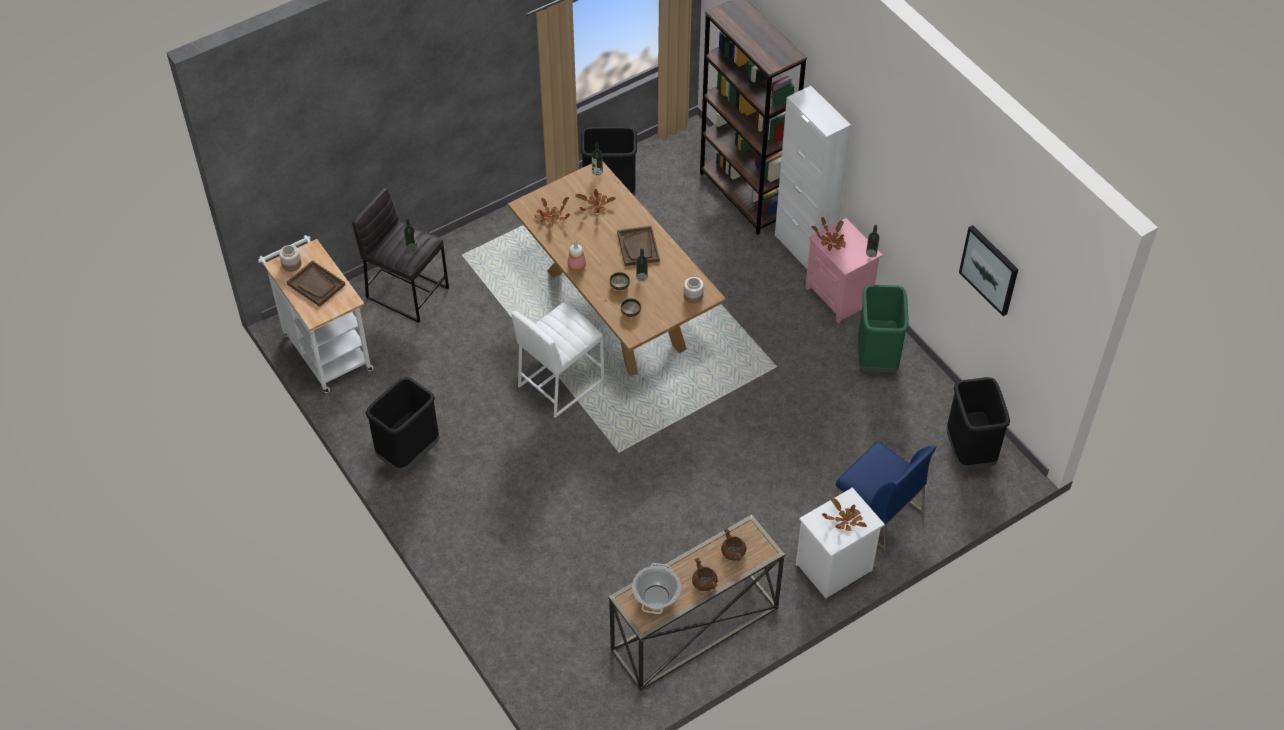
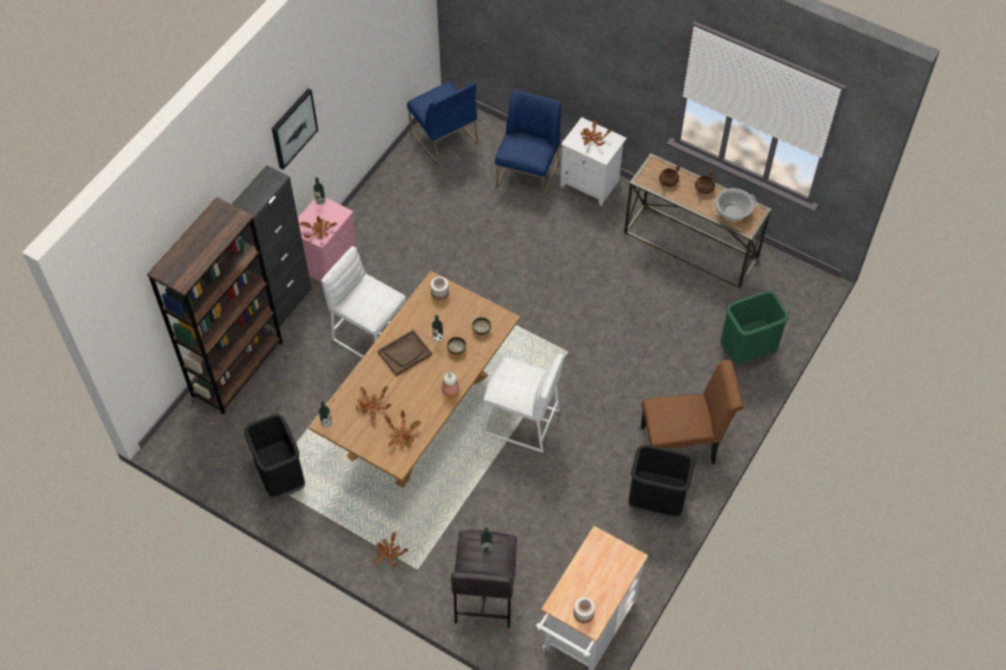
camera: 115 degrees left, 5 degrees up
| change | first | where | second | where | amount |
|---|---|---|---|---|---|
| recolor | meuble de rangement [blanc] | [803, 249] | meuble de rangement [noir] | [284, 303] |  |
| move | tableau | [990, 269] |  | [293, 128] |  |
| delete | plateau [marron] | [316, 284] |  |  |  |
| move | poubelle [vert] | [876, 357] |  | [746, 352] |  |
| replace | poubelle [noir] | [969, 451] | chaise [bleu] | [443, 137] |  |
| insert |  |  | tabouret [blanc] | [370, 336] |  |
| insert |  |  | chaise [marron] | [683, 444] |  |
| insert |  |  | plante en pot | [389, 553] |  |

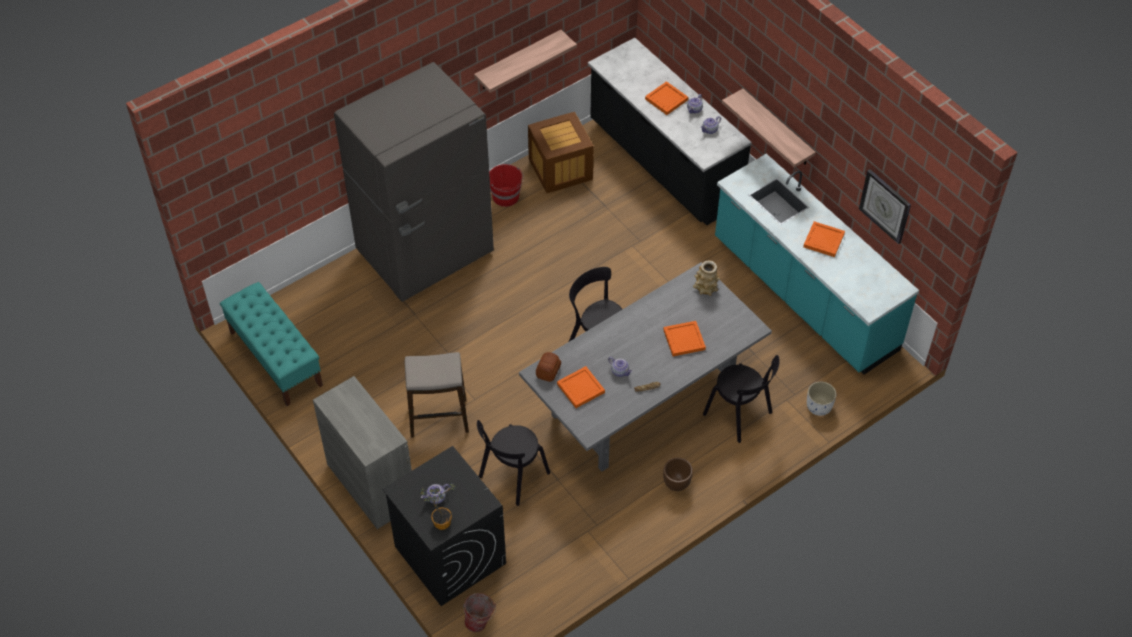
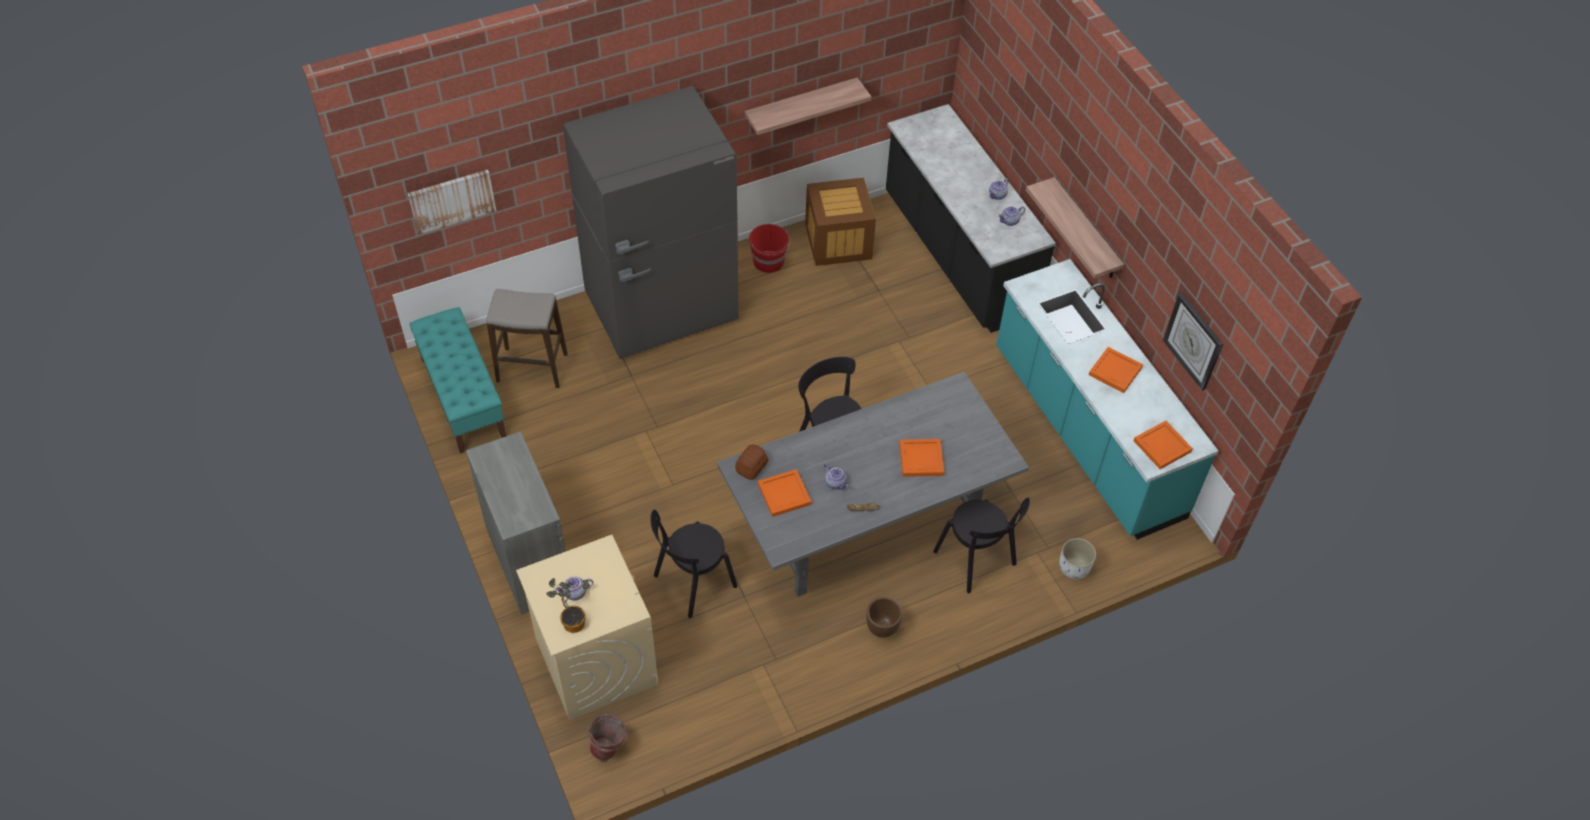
camera: 10 degrees right, 0 degrees up
| change | first | where | second | where | amount |
|---|---|---|---|---|---|
| move | plateau [orange] | [665, 99] |  | [1161, 446] |  |
| delete | vase | [706, 288] |  |  |  |
| move | tabouret | [438, 418] |  | [532, 368] |  |
| recolor | lave-linge [noir] | [449, 554] | lave-linge [beige] | [595, 661] |  |
| insert |  |  | tableau | [452, 200] |  |

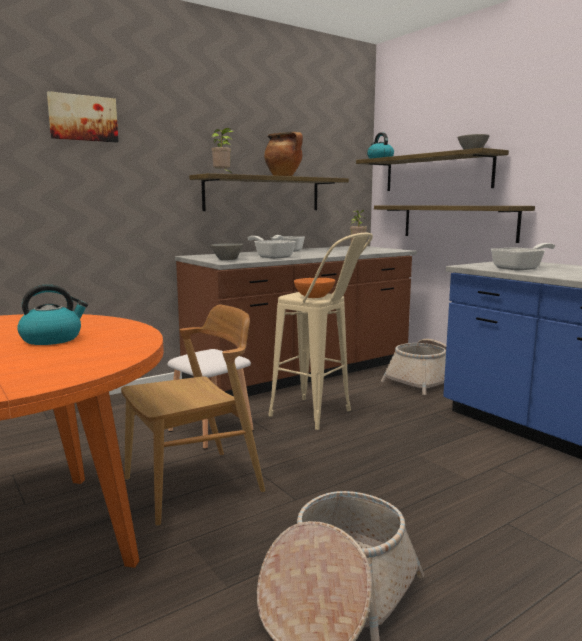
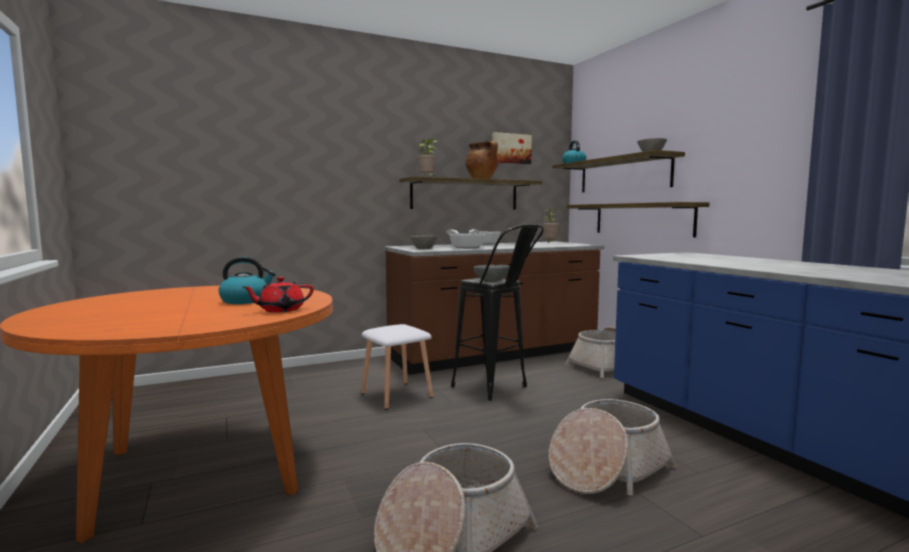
camera: 10 degrees right, 5 degrees down
| change | first | where | second | where | amount |
|---|---|---|---|---|---|
| move | tableau | [83, 118] |  | [510, 148] |  |
| recolor | tabouret [beige] | [321, 416] | tabouret [noir] | [497, 390] |  |
| delete | poêle | [521, 268] |  |  |  |
| recolor | bol [orange] | [314, 297] | bol [gris] | [491, 281] |  |
| delete | chaise [marron] | [194, 485] |  |  |  |
| insert |  |  | théière [rouge] | [280, 310] |  |
| insert |  |  | panier | [607, 469] |  |

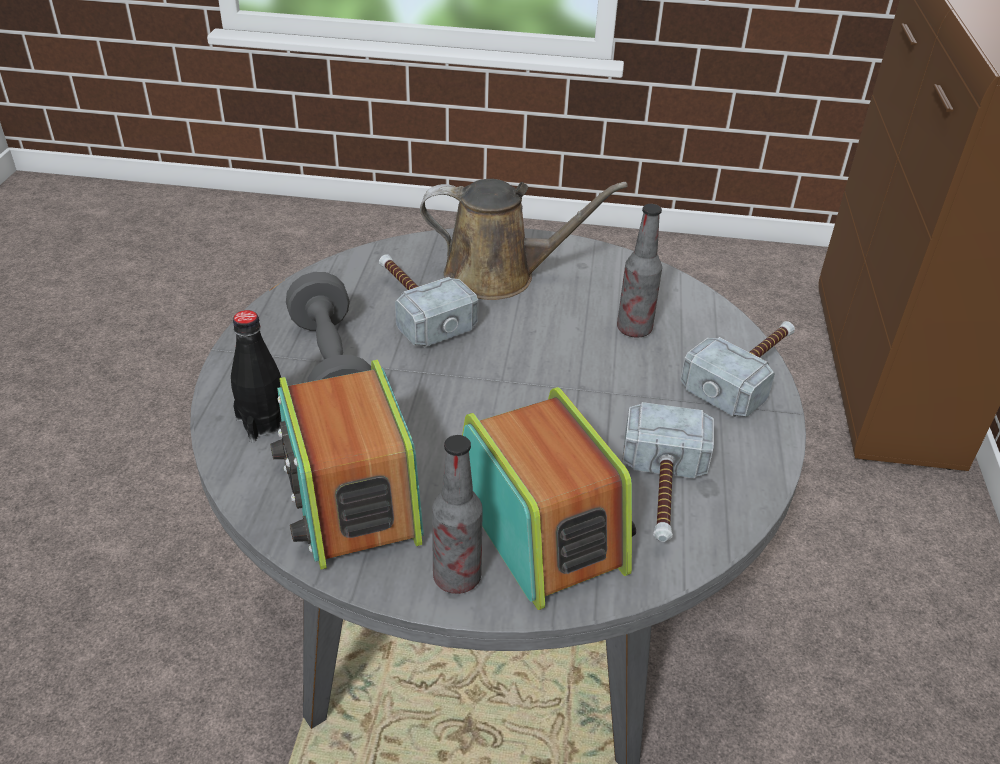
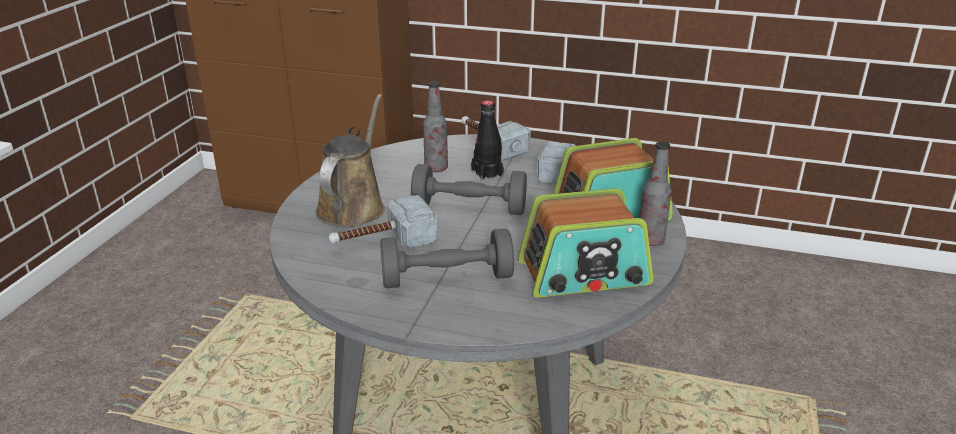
camera: 80 degrees left, 10 degrees down
| change | first | where | second | where | amount |
|---|---|---|---|---|---|
| move | bouteille [noir] | [263, 423] |  | [487, 173] |  |
| insert |  |  | haltère [gris] | [469, 208] |  |

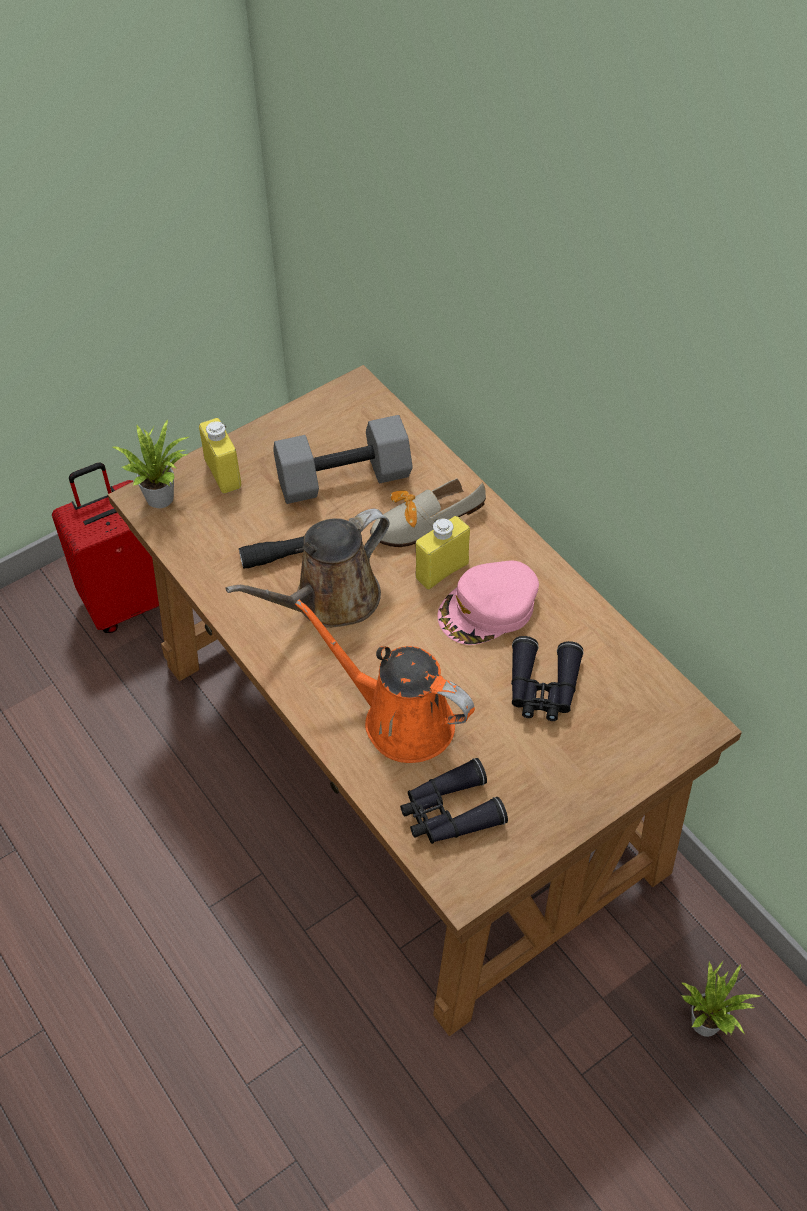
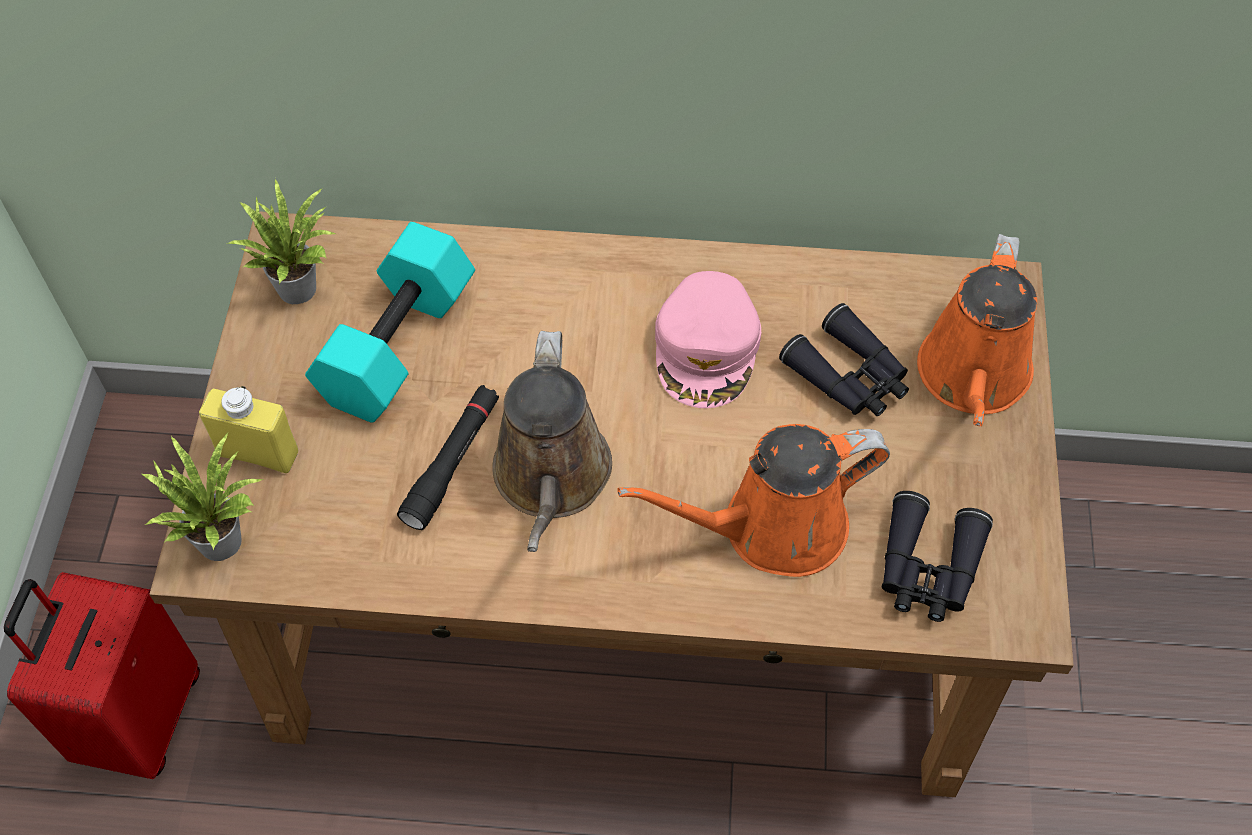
camera: 50 degrees left, 5 degrees up
| change | first | where | second | where | amount |
|---|---|---|---|---|---|
| recolor | haltère [gris] | [343, 480] | haltère [turquoise] | [399, 347] |  |
| delete | chaussure | [418, 523] |  |  |  |
| delete | bouteille [jaune] | [442, 571] |  |  |  |
| move | plante en pot | [708, 1021] |  | [298, 285] |  |
| insert |  |  | arrosoir [orange] | [973, 378] |  |

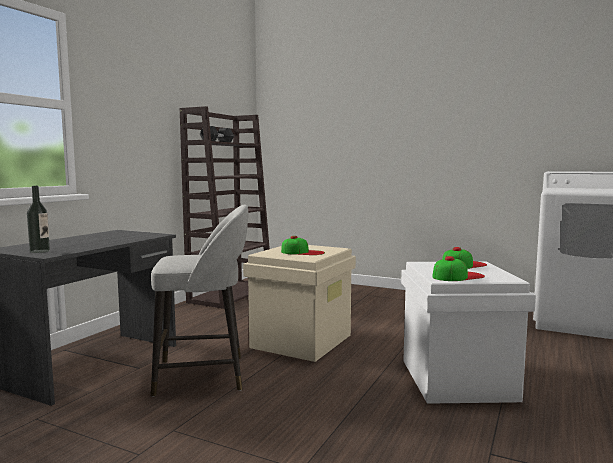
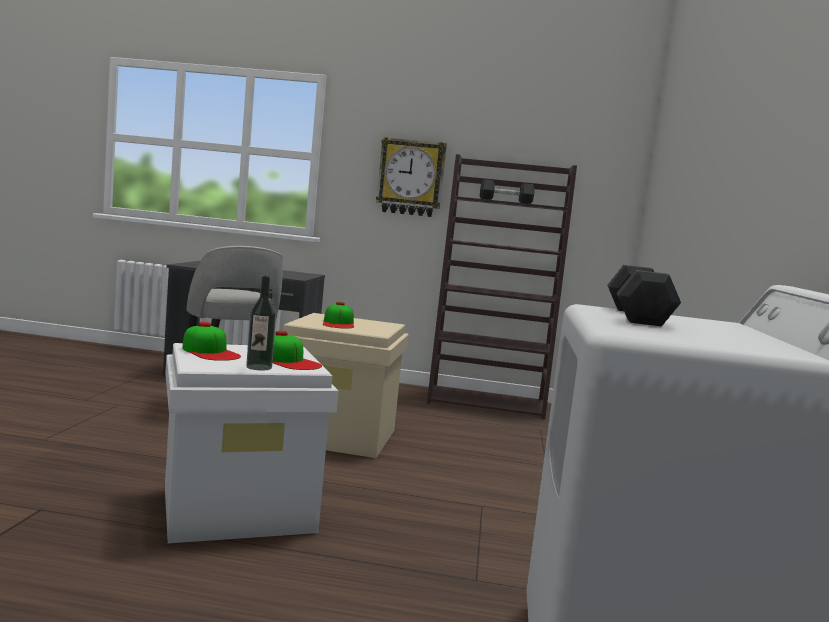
camera: 70 degrees right, 0 degrees up
| change | first | where | second | where | amount |
|---|---|---|---|---|---|
| move | bouteille | [39, 251] |  | [259, 367] |  |
| insert |  |  | horloge murale | [411, 178] |  |
| insert |  |  | haltère [noir] | [637, 316] |  |

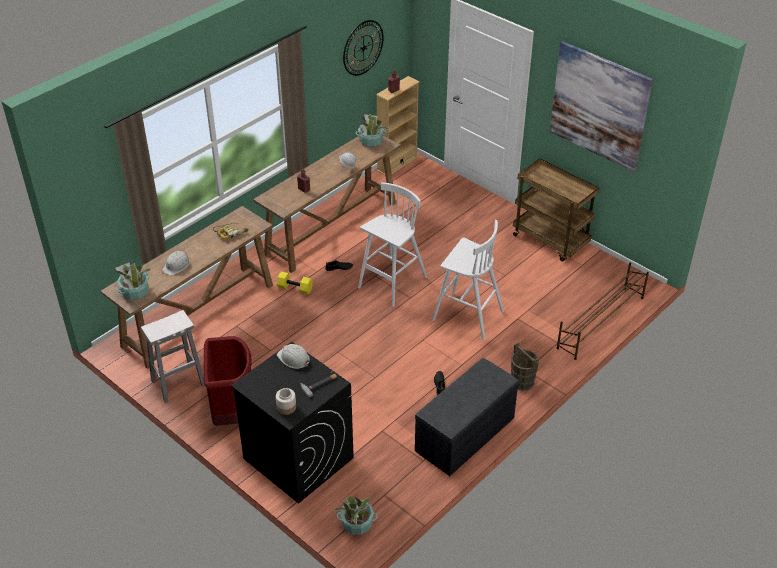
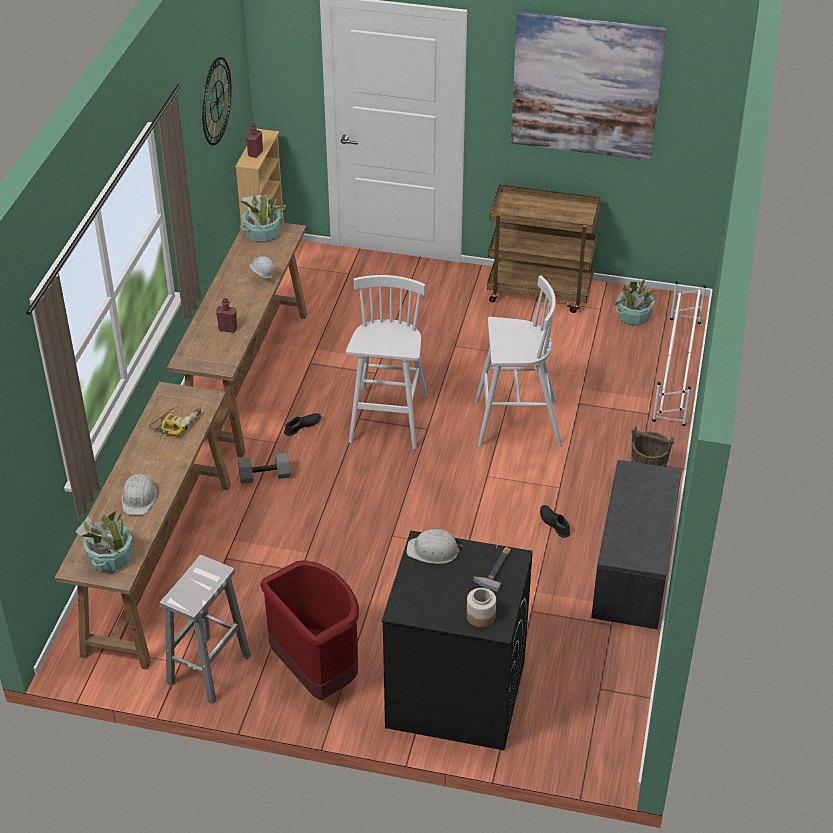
camera: 30 degrees left, 0 degrees up
| change | first | where | second | where | amount |
|---|---|---|---|---|---|
| recolor | étagère à chaussures [marron] | [600, 322] | étagère à chaussures [blanc] | [676, 370] |  |
| recolor | haltère [jaune] | [295, 288] | haltère [gris] | [265, 475] |  |
| move | plante en pot | [357, 524] |  | [634, 317] |  |

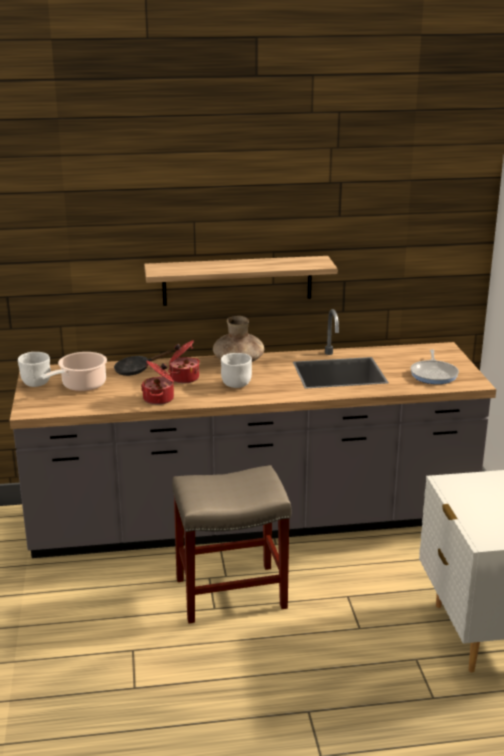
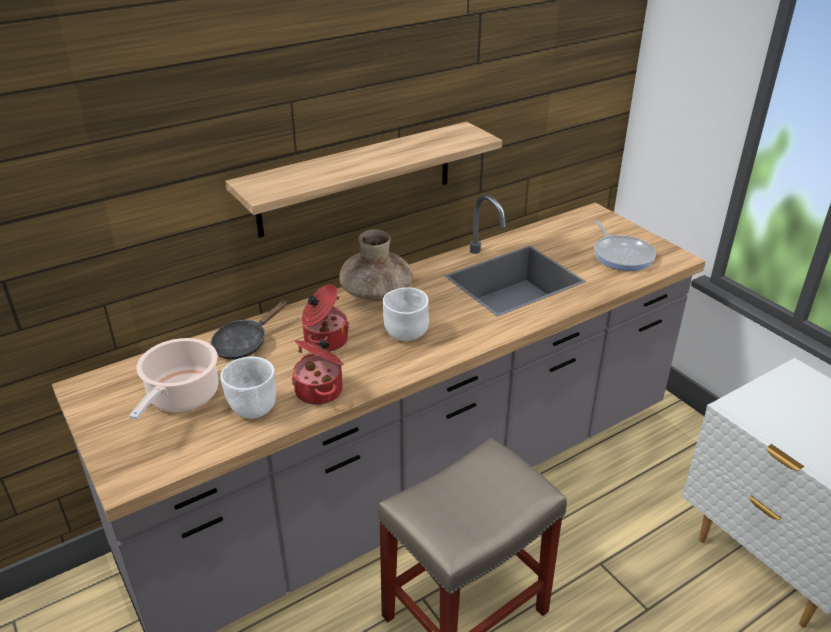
camera: 25 degrees left, 10 degrees up
| change | first | where | second | where | amount |
|---|---|---|---|---|---|
| move | bol [blanc] | [35, 383] |  | [252, 409] |  |

